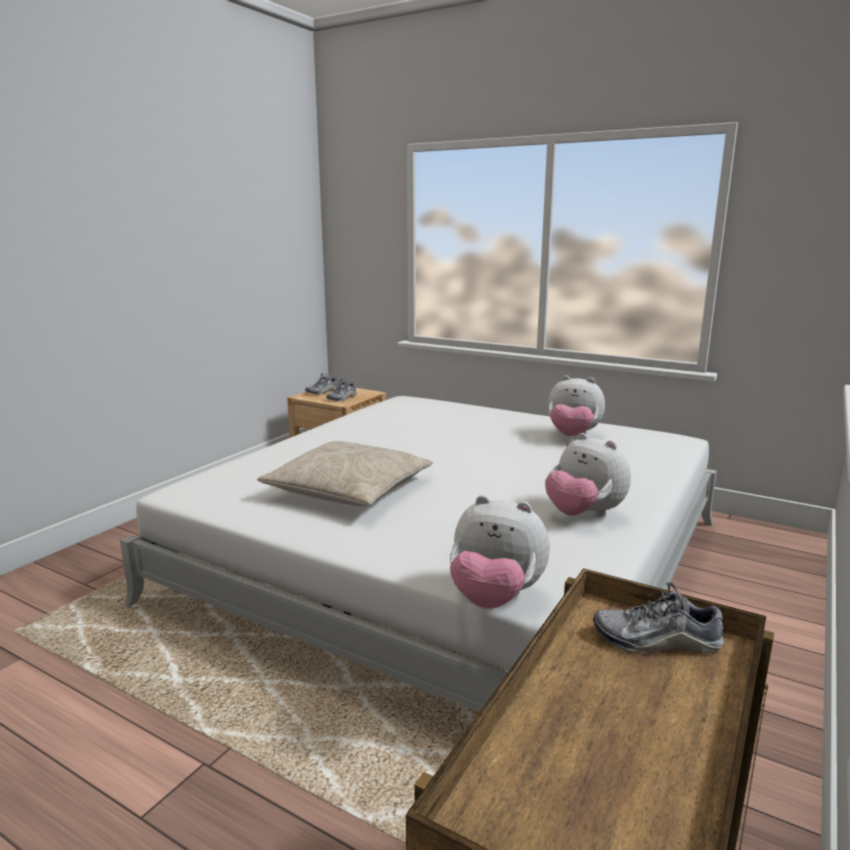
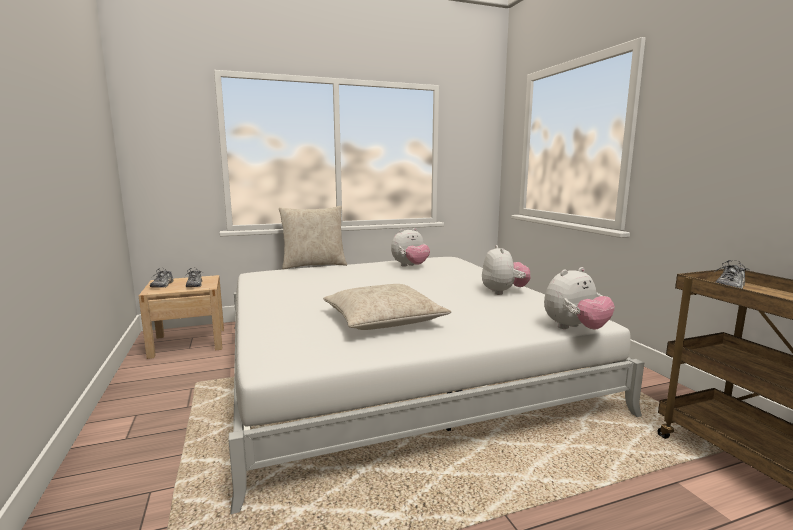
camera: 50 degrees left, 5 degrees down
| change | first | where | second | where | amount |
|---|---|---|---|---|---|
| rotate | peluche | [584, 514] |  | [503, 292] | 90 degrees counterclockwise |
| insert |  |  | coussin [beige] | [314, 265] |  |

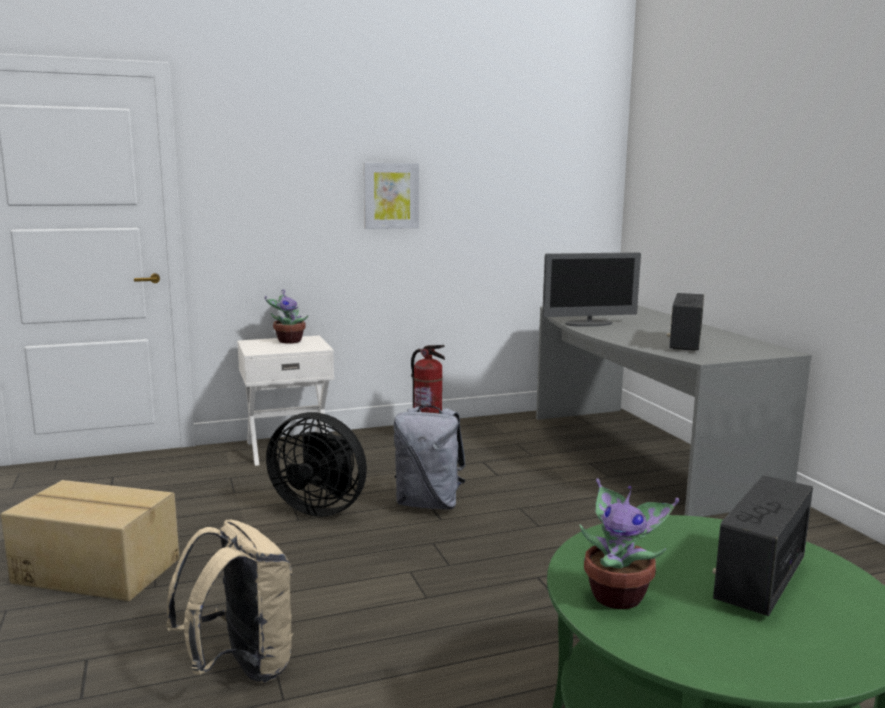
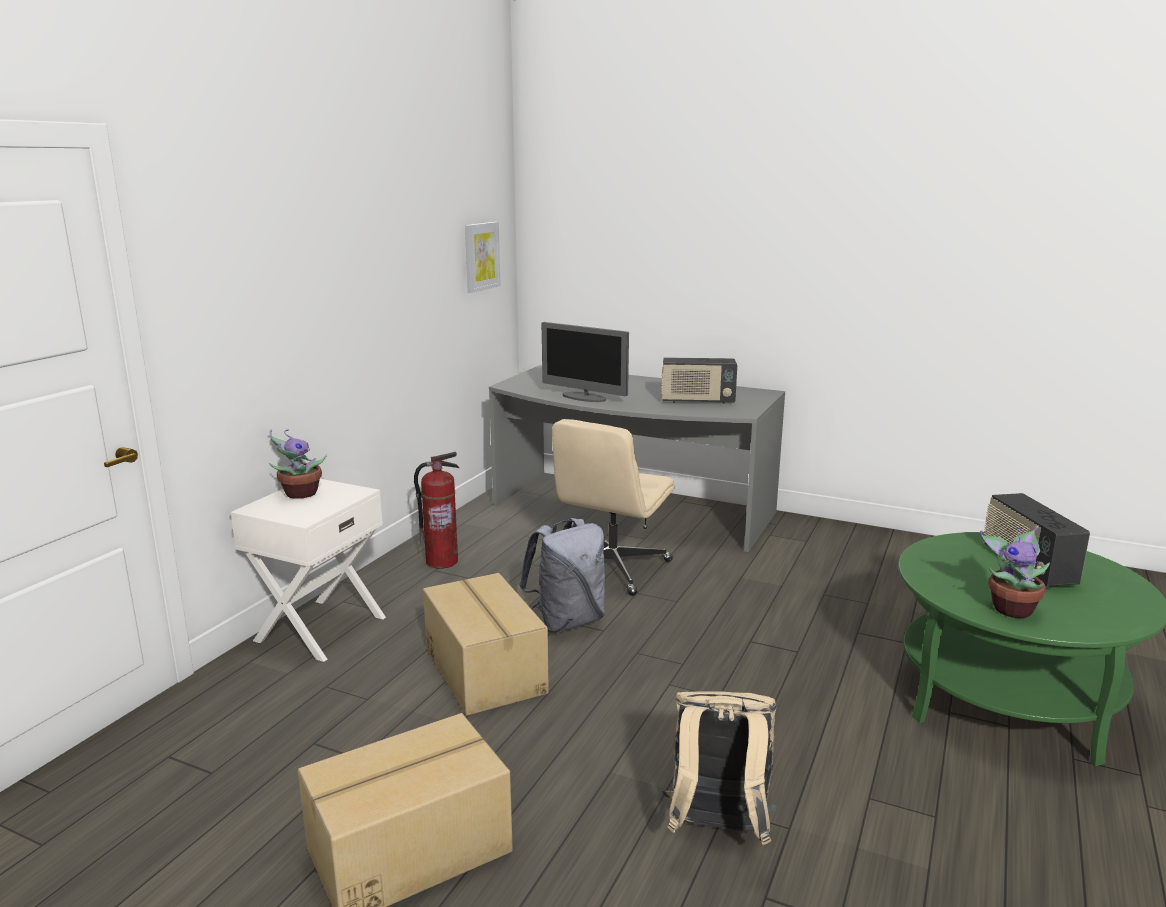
camera: 45 degrees left, 5 degrees up
| change | first | where | second | where | amount |
|---|---|---|---|---|---|
| move | tableau | [391, 195] |  | [481, 256] |  |
| rotate | écran d'ordinateur | [589, 324] |  | [584, 397] | 90 degrees clockwise |
| rotate | radio | [684, 343] |  | [697, 401] | 60 degrees counterclockwise |
| replace | ventilateur [noir] | [320, 507] | carton | [486, 670] |  |
| insert |  |  | chaise de bureau [beige] | [612, 569] |  |

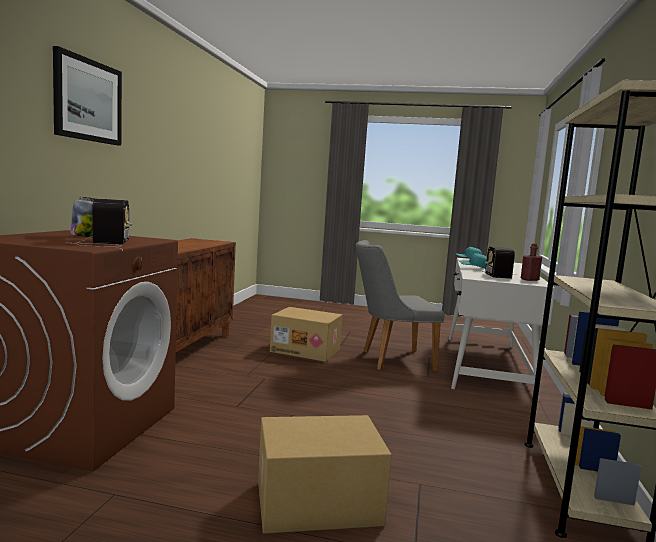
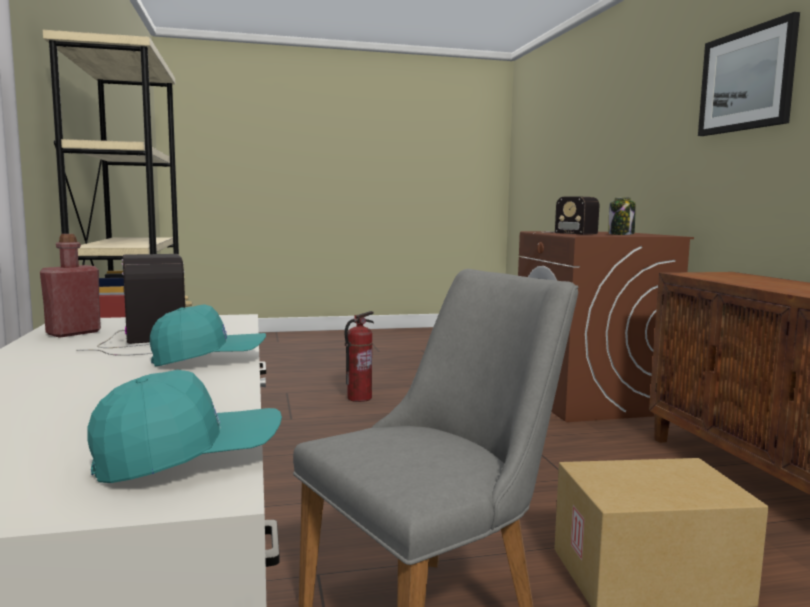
camera: 155 degrees right, 0 degrees up
| change | first | where | second | where | amount |
|---|---|---|---|---|---|
| replace | carton | [317, 504] | extincteur | [359, 398] |  |

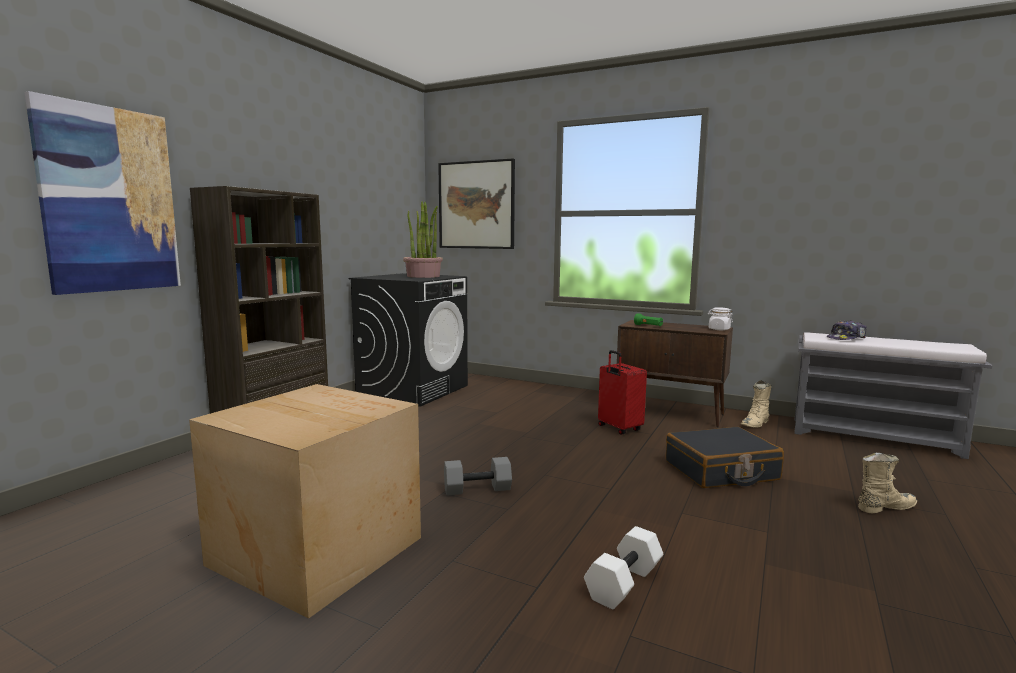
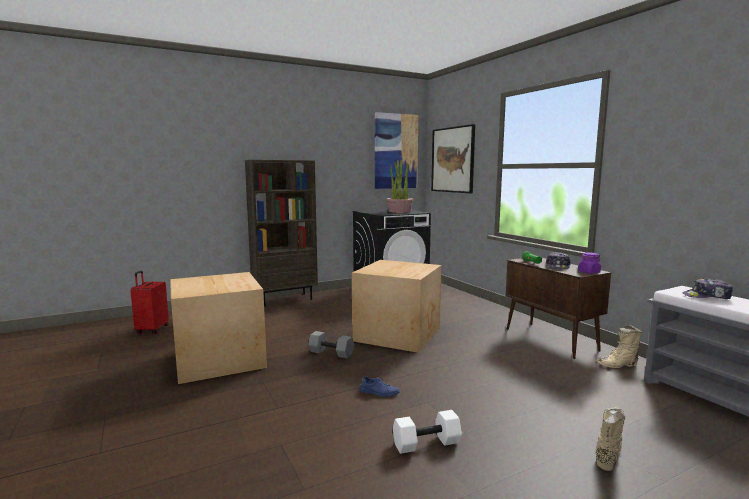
camera: 35 degrees right, 0 degrees up
| change | first | where | second | where | amount |
|---|---|---|---|---|---|
| move | tableau | [109, 200] |  | [395, 151] |  |
| recolor | bocal [blanc] | [719, 329] | bocal [violet] | [588, 272] |  |
| move | valise [rouge] | [618, 428] |  | [152, 330] |  |
| delete | valise [noir] | [721, 471] |  |  |  |
| rotate | botte [beige] | [884, 507] |  | [607, 455] | 75 degrees counterclockwise |
| move | haltère [blanc] | [625, 584] |  | [426, 444] |  |
| insert |  |  | casquette | [558, 266] |  |
| insert |  |  | carton | [399, 334] |  |
| insert |  |  | chaussure [bleu] | [379, 392] |  |

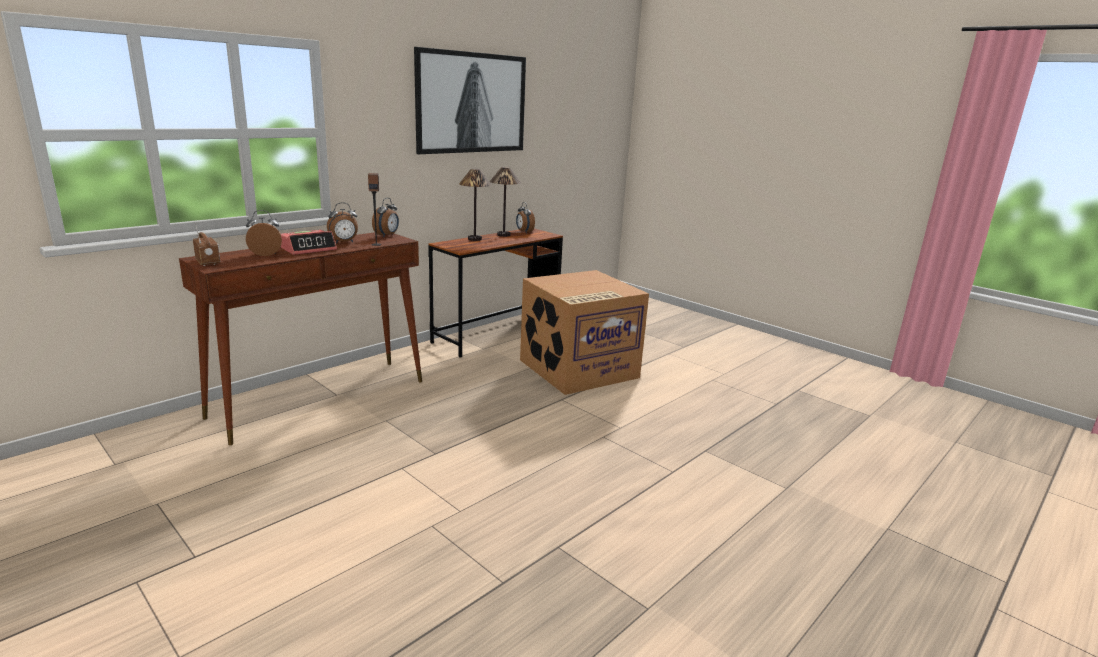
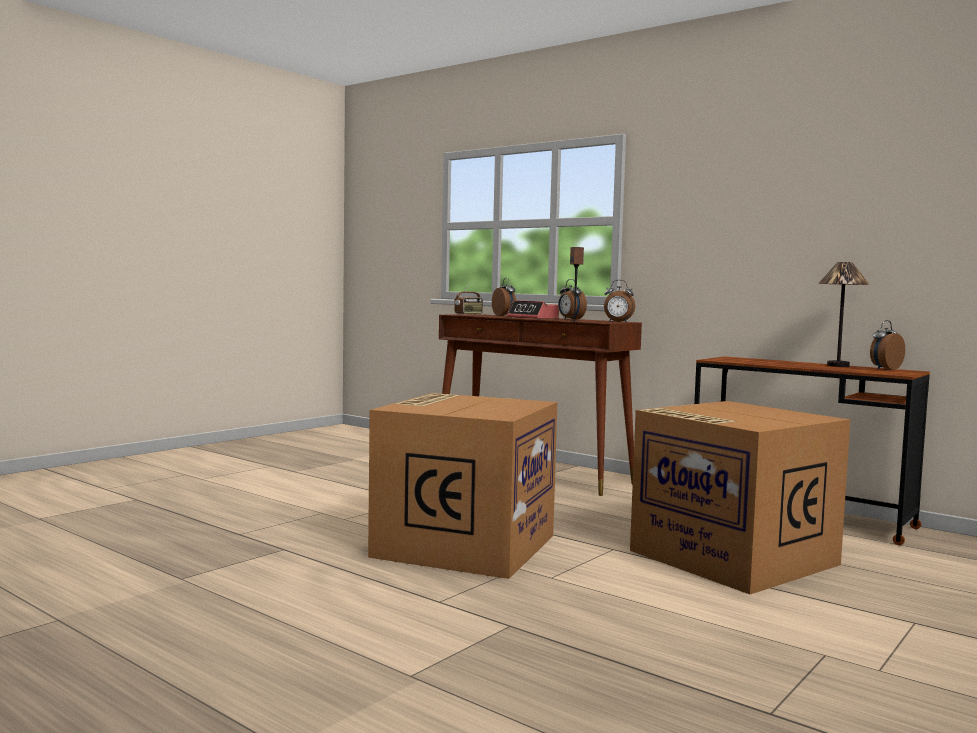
camera: 85 degrees right, 15 degrees down
| change | first | where | second | where | amount |
|---|---|---|---|---|---|
| delete | tableau | [472, 103] |  |  |  |
| delete | lampe de table | [474, 239] |  |  |  |
| insert |  |  | carton | [464, 545] |  |

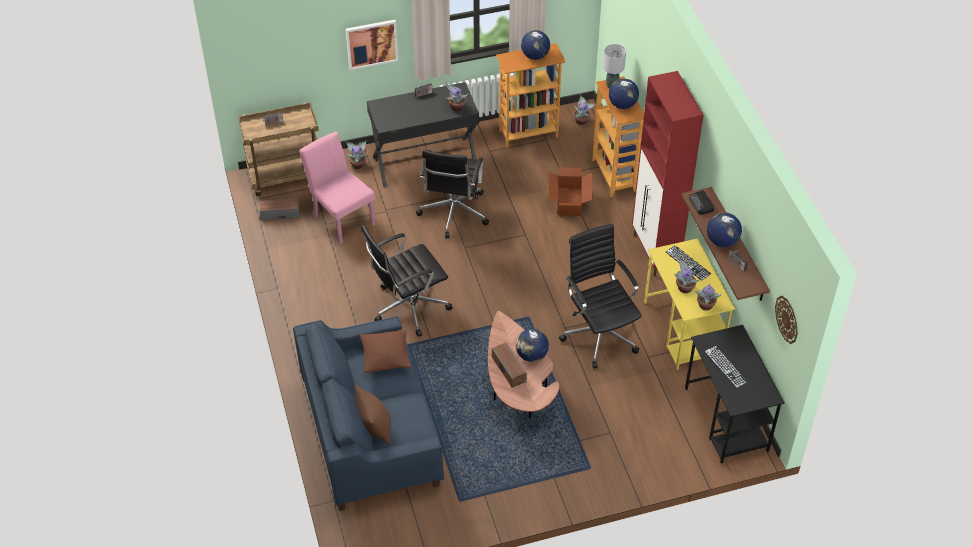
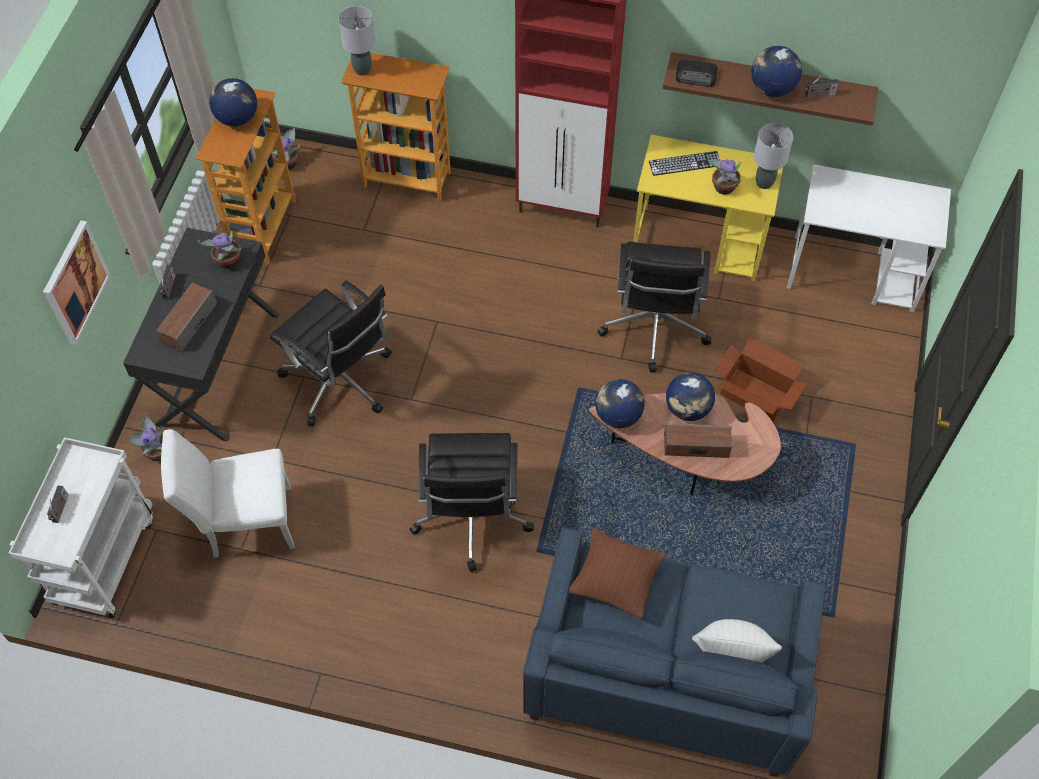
camera: 60 degrees left, 10 degrees up
| change | first | where | second | where | amount |
|---|---|---|---|---|---|
| move | globe | [622, 105] |  | [617, 416] |  |
| recolor | chariot [marron] | [286, 176] | chariot [blanc] | [104, 558] |  |
| recolor | chaise [rose] | [341, 217] | chaise [blanc] | [244, 522] |  |
| move | carton | [569, 202] |  | [755, 394] |  |
| move | enceinte | [280, 214] |  | [189, 323] |  |
| rotate | chaise de bureau [noir] | [599, 334] |  | [654, 328] | 90 degrees counterclockwise |
| replace | plante en pot | [705, 306] | lampe de table [gris] | [764, 183] |  |
| delete | horloge murale | [787, 319] |  |  |  |
| recolor | bureau [noir] | [726, 420] | bureau [blanc] | [854, 274] |  |
| delete | clavier | [725, 366] |  |  |  |
| recolor | coussin [marron] | [375, 428] | coussin [blanc] | [730, 654] |  |

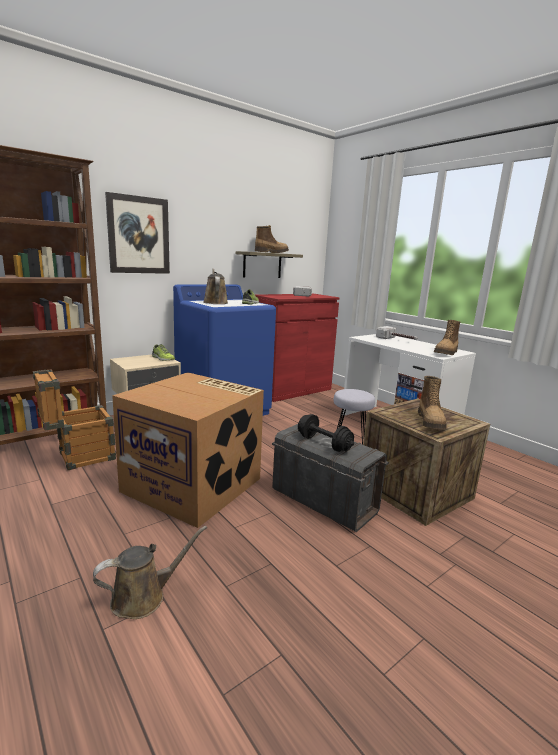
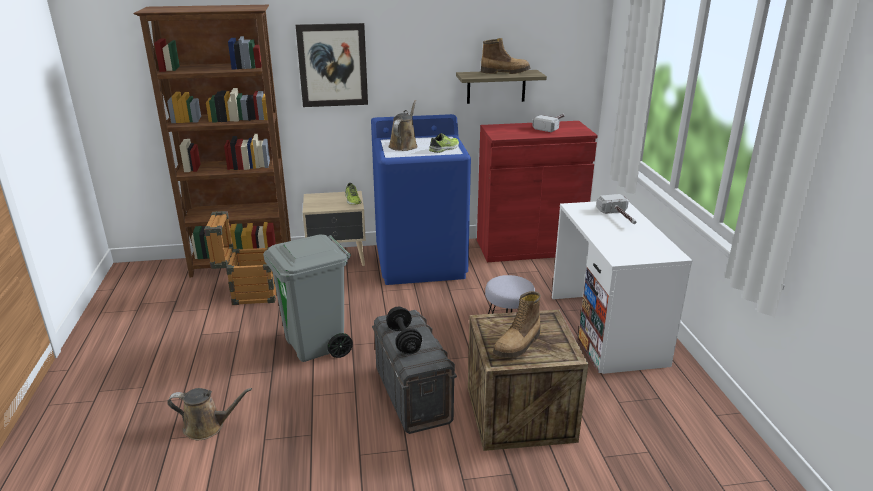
camera: 30 degrees right, 10 degrees up
| change | first | where | second | where | amount |
|---|---|---|---|---|---|
| delete | botte | [446, 353] |  |  |  |
| replace | carton | [194, 484] | poubelle [gris] | [316, 346] |  |

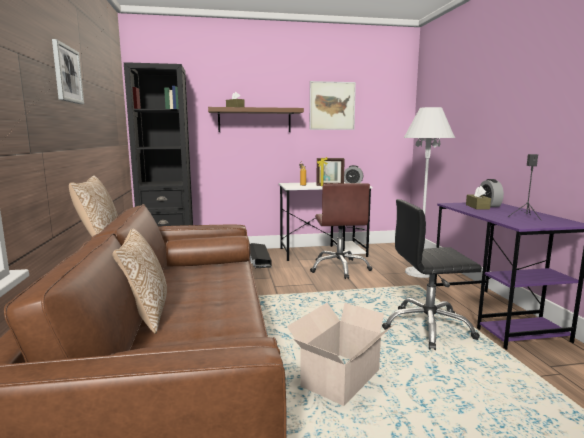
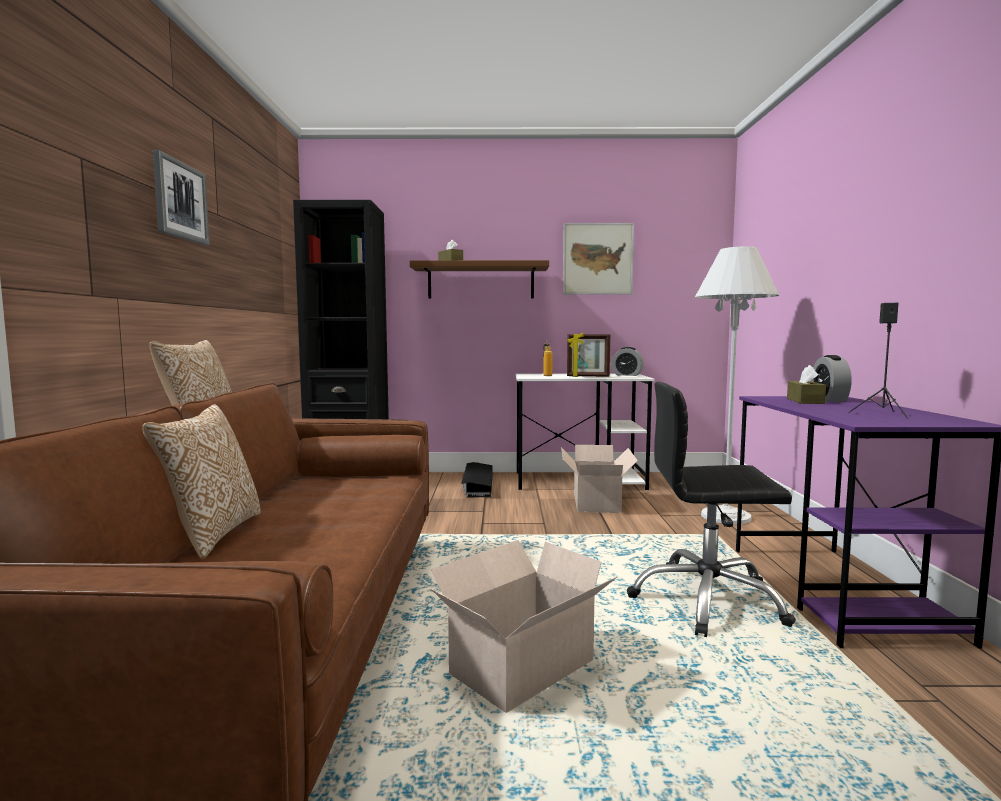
camera: 10 degrees right, 5 degrees down
| change | first | where | second | where | amount |
|---|---|---|---|---|---|
| replace | chaise de bureau [marron] | [340, 268] | carton | [596, 503] |  |

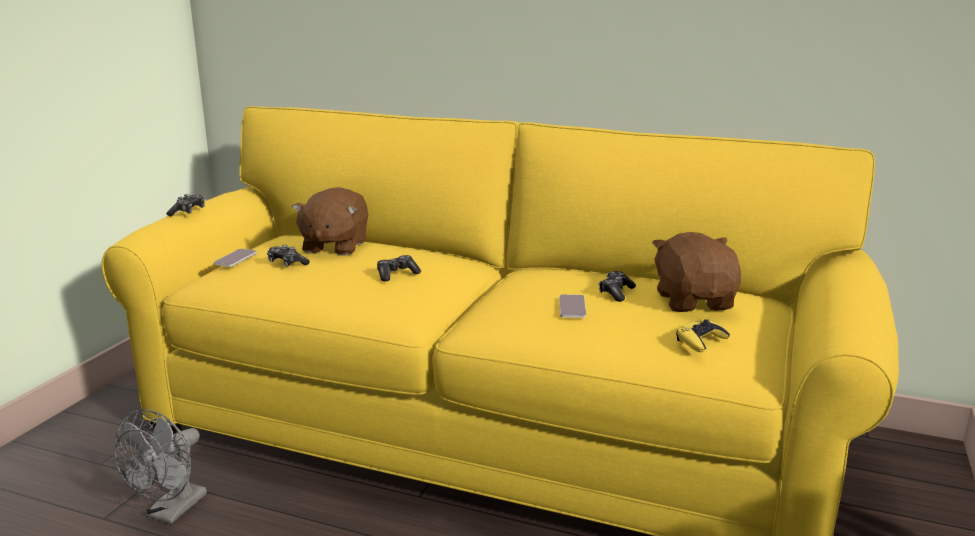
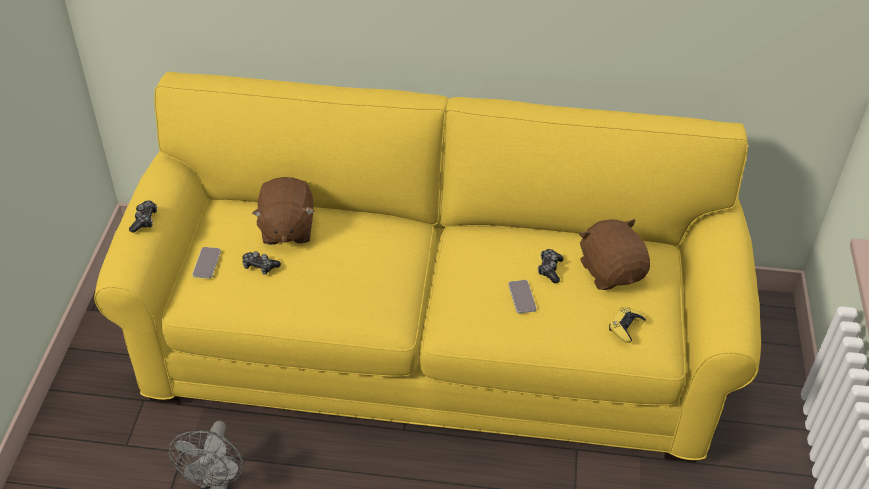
camera: 15 degrees left, 25 degrees up
| change | first | where | second | where | amount |
|---|---|---|---|---|---|
| delete | manette | [396, 274] |  |  |  |

